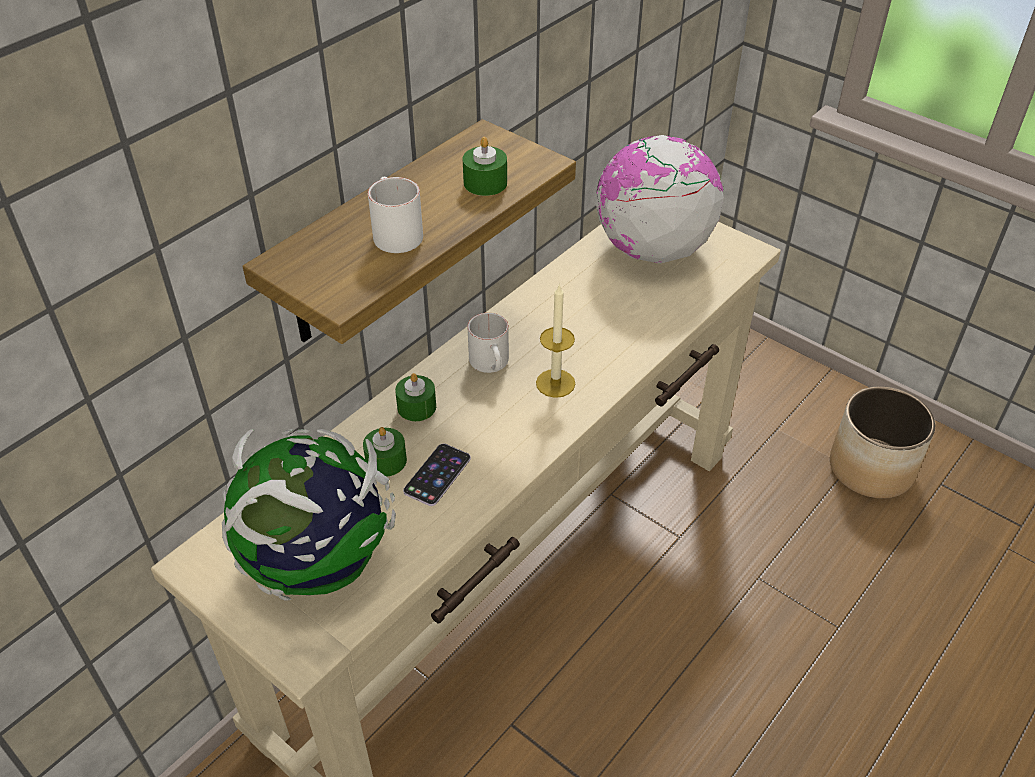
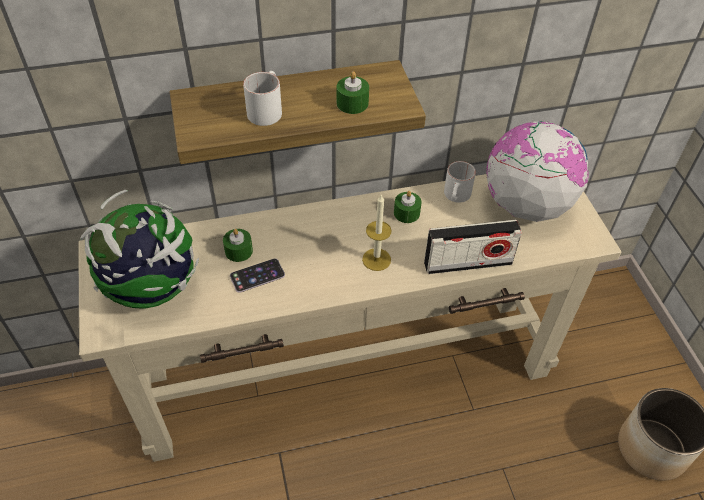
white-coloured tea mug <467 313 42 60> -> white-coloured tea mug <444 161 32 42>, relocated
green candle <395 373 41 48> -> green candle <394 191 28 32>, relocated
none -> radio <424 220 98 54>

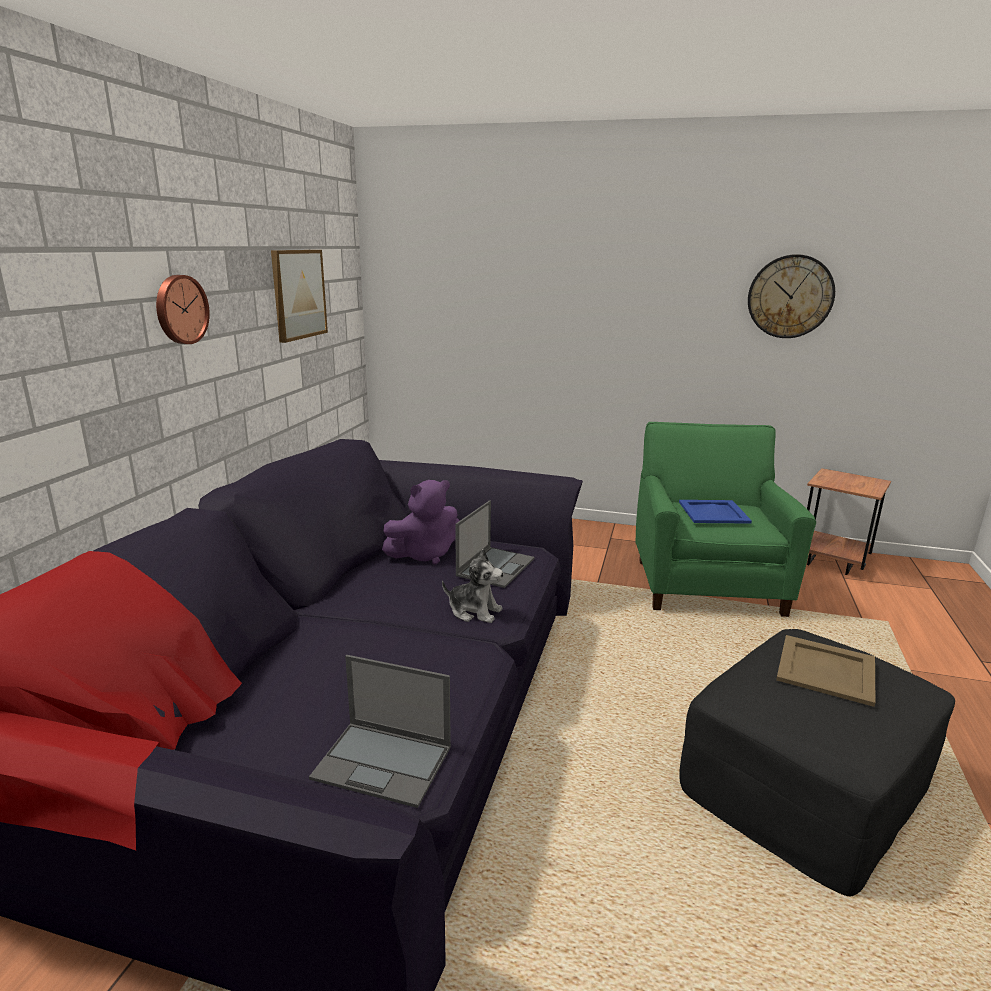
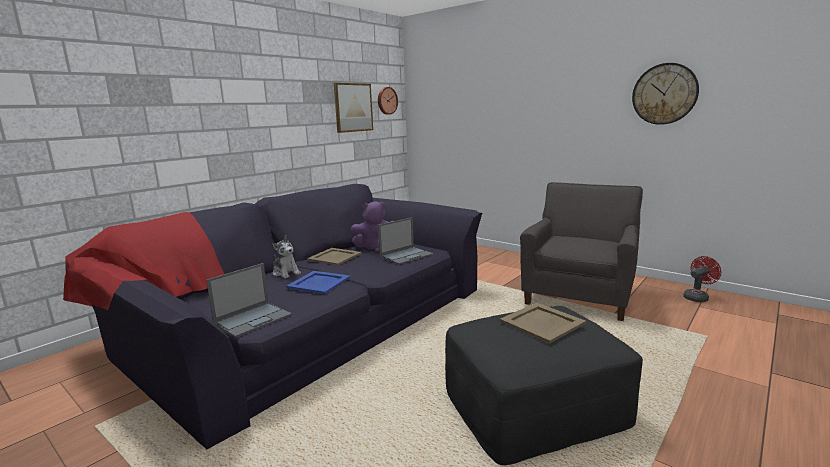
clock on the wall <156 275 54 69> -> clock on the wall <378 87 20 28>, relocated
green armchair <636 422 180 195> -> gray armchair <520 182 123 139>
brown end table <807 468 84 107> -> reddish cooling fan <683 256 38 46>
bluish tray <679 500 73 24> -> bluish tray <286 271 64 23>, relocated
cuddly toy <442 549 61 74> -> cuddly toy <272 235 29 44>, relocated
notebook computer <309 655 142 153> -> notebook computer <206 263 86 75>, 90 degrees counterclockwise
none -> sand-coloured tray <307 248 55 17>

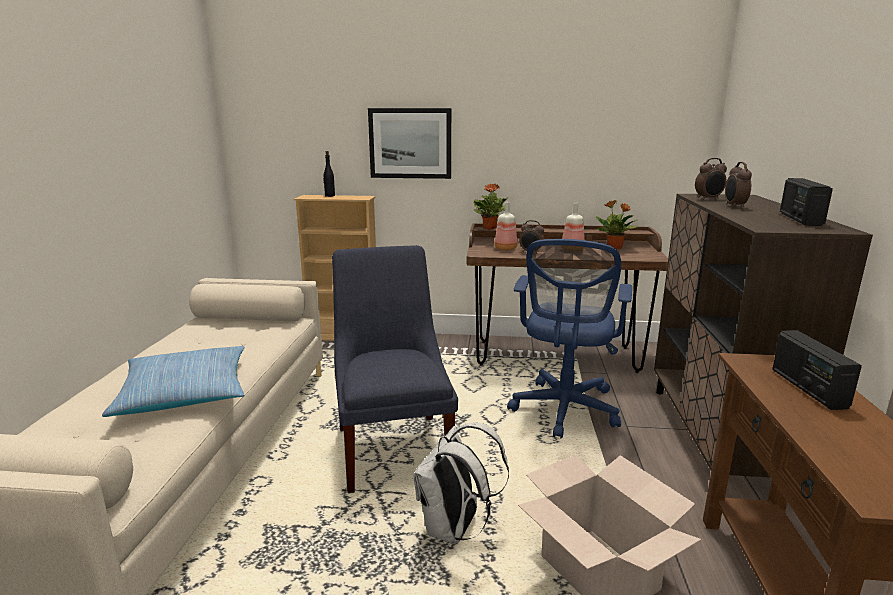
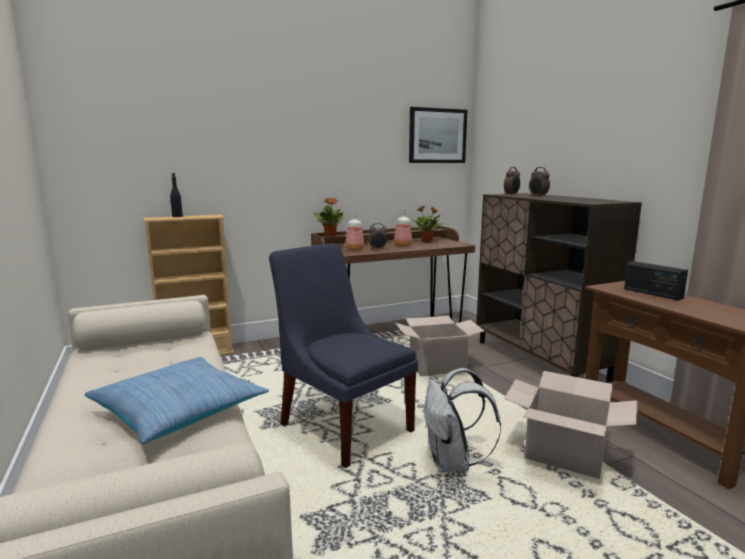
wall picture <368 108 83 71> -> wall picture <409 107 58 56>, relocated
radio <780 178 53 48> -> none
bluish desk chair <507 239 125 200> -> cardboard box <396 316 88 60>

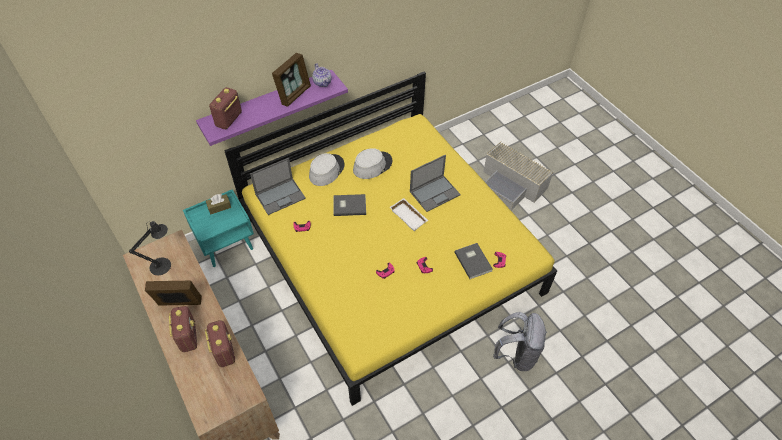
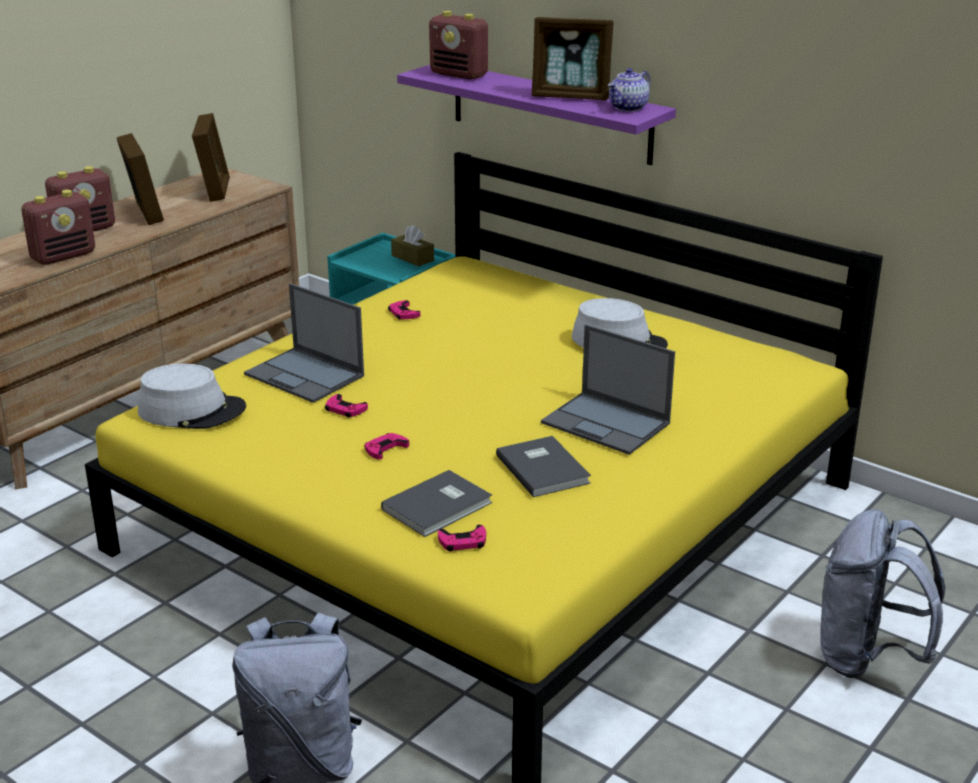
radio <209 87 33 42> -> radio <429 11 59 69>, 150 degrees counterclockwise
gray storage box <483 141 71 70> -> gray rucksack <820 509 125 169>
gray wearable hat <309 153 35 33> -> gray wearable hat <138 364 108 65>, relocated
notebook computer <250 158 56 57> -> notebook computer <244 283 120 120>, relocated
gray book <334 194 32 22> -> gray book <496 436 95 61>, relocated
white-coloured tray <390 198 38 33> -> none
blackish lamp for a table <129 221 42 54> -> picture frame <192 113 38 89>

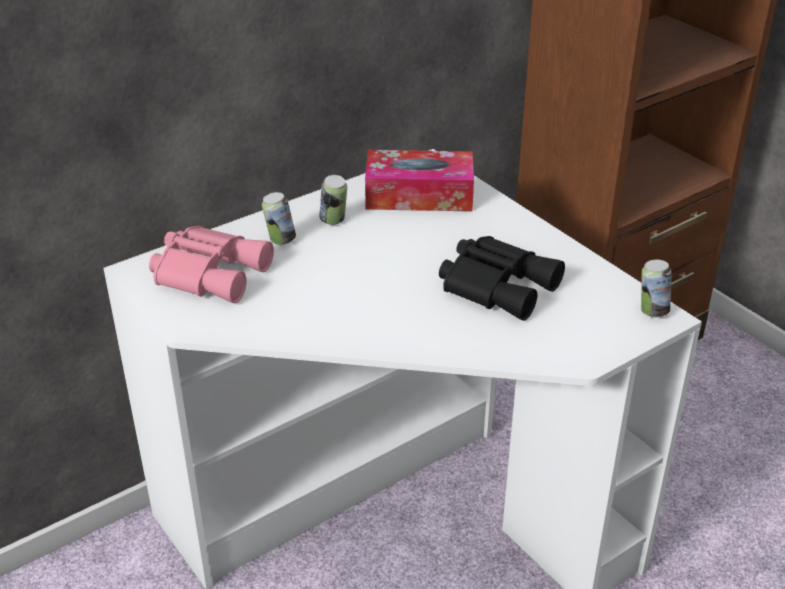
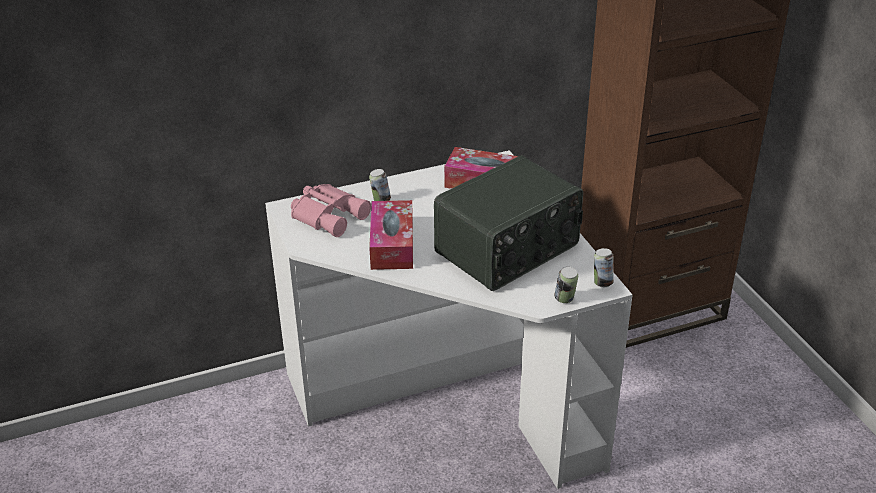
can <319 175 28 50> -> can <554 266 24 37>, relocated
blackish field glasses <439 236 126 85> -> radio <434 155 149 136>
none -> tissue holder <369 200 44 70>

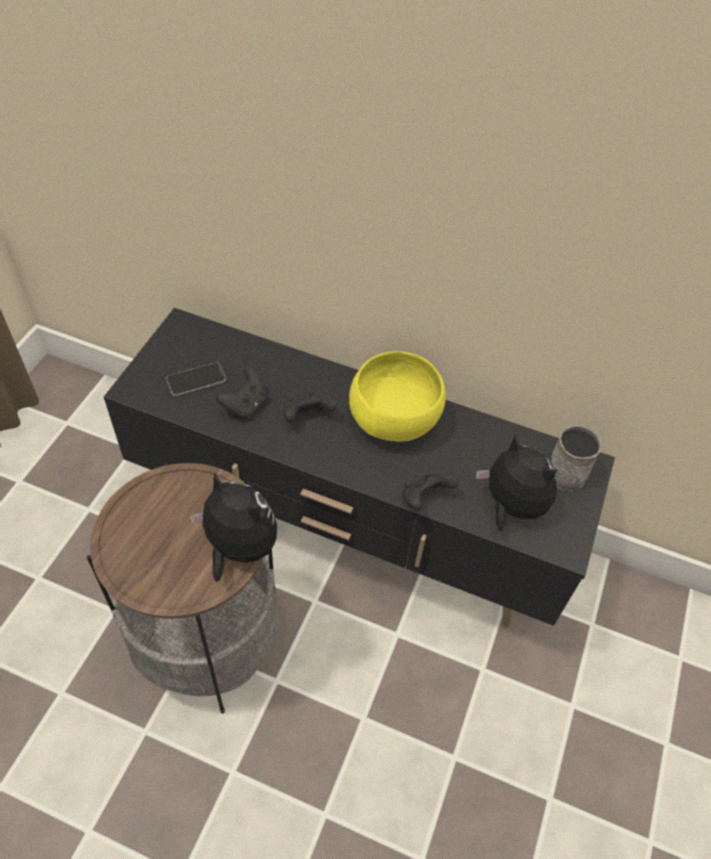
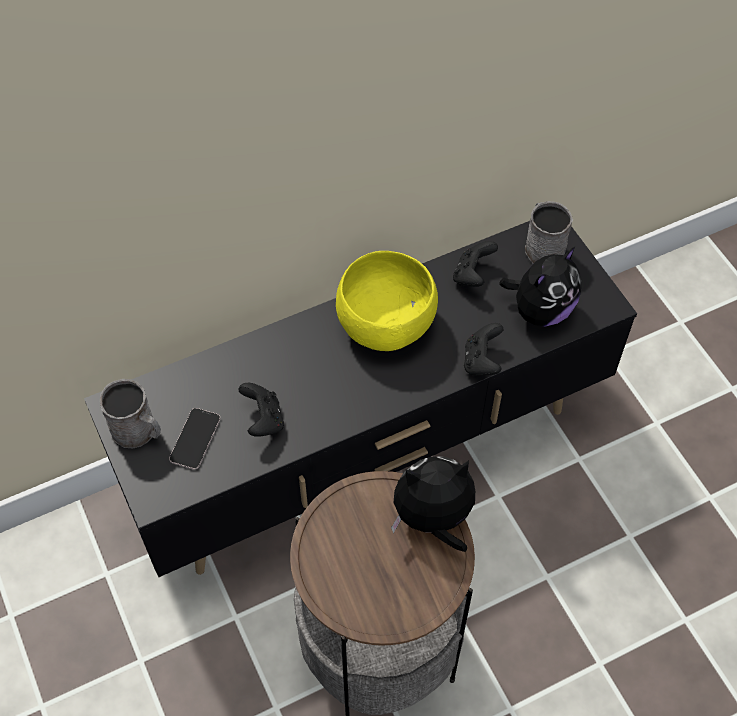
blackish joypad <283 393 54 29> -> blackish joypad <453 241 45 46>, relocated
cuddly toy <476 434 82 97> -> cuddly toy <499 246 82 81>, 135 degrees clockwise
none -> gray tea mug <100 379 61 69>

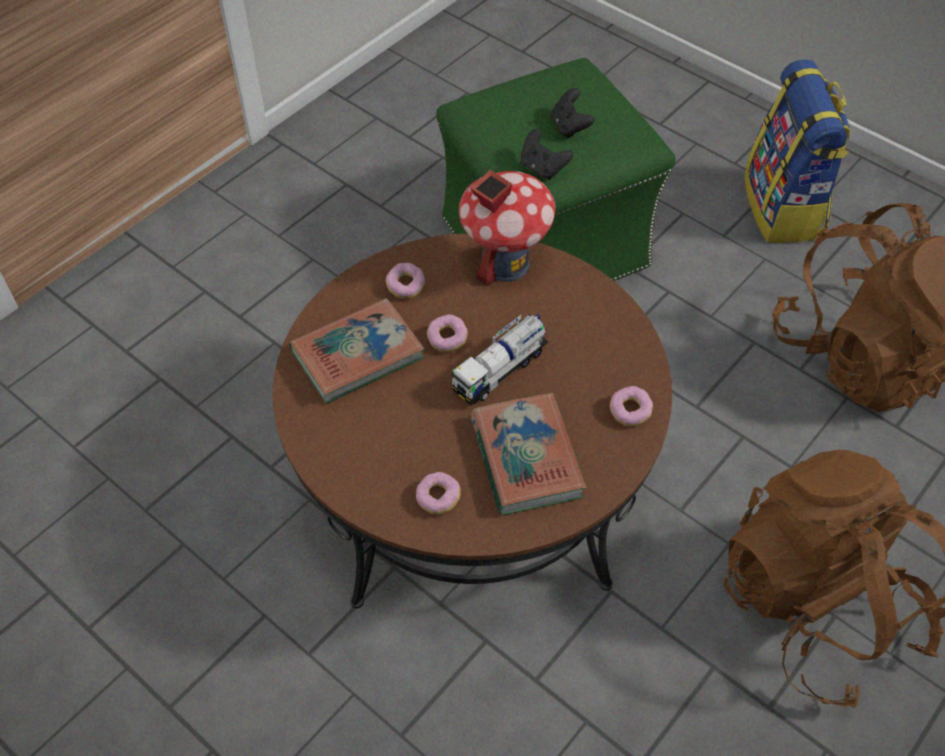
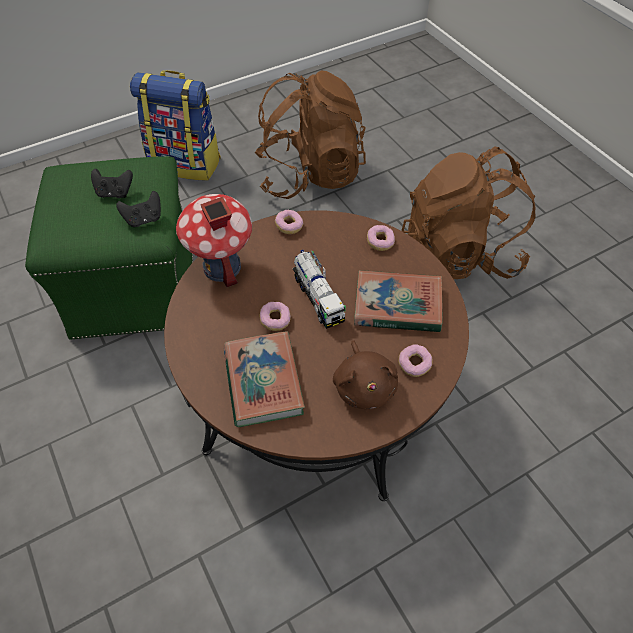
ring doughnut <386 263 39 36> -> ring doughnut <275 210 28 24>, relocated
none -> brown cuddly toy <333 340 65 70>

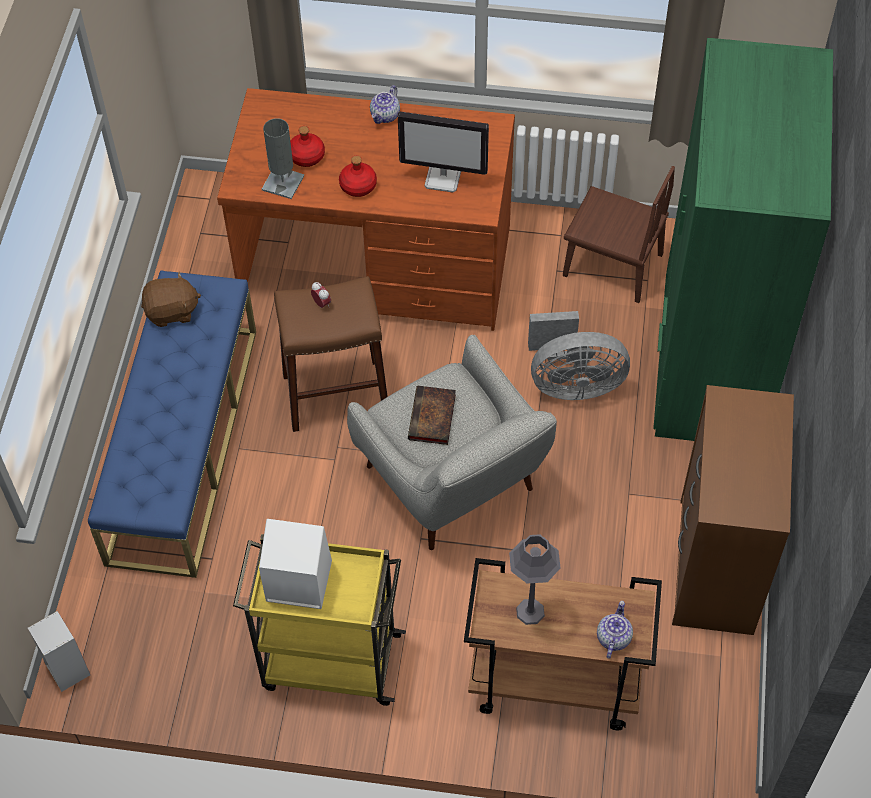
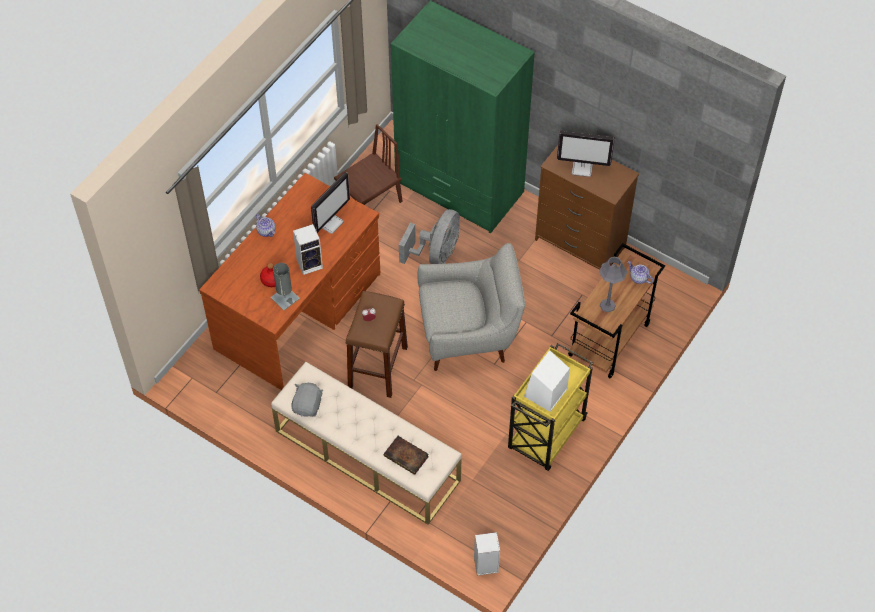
reddish beverage bottle <339 156 38 41> -> loudspeaker <293 224 30 51>
bluish long seat <88 270 168 308> -> sand-coloured long seat <271 362 191 163>
brown cuddly toy <141 272 60 55> -> gray cuddly toy <291 383 32 34>
book <408 386 48 59> -> book <384 436 45 39>, relocated
none -> monitor <557 131 58 46>

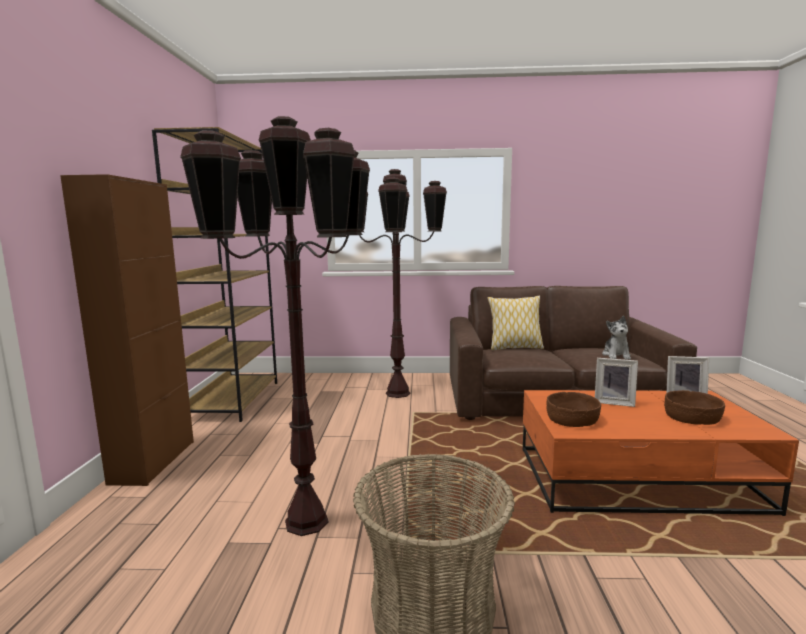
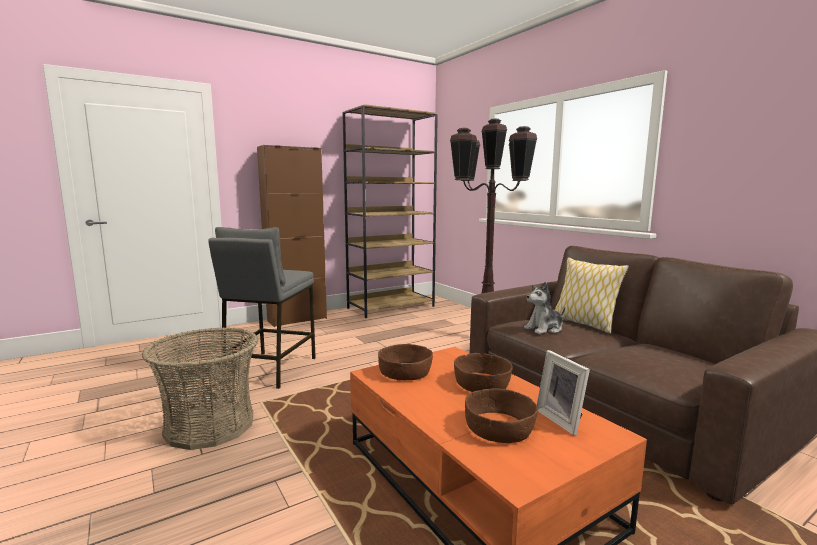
brown standing lamp <180 116 190 420> -> gray sitting stool <208 227 108 162>
cuddly toy <602 316 29 44> -> cuddly toy <524 282 41 52>, relocated
picture frame <595 358 43 49> -> brown deep dish <454 353 59 39>

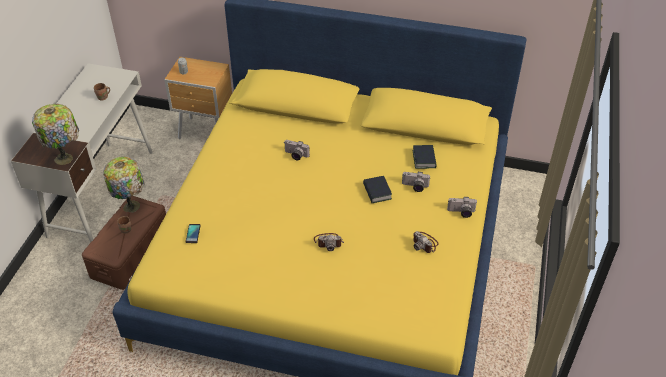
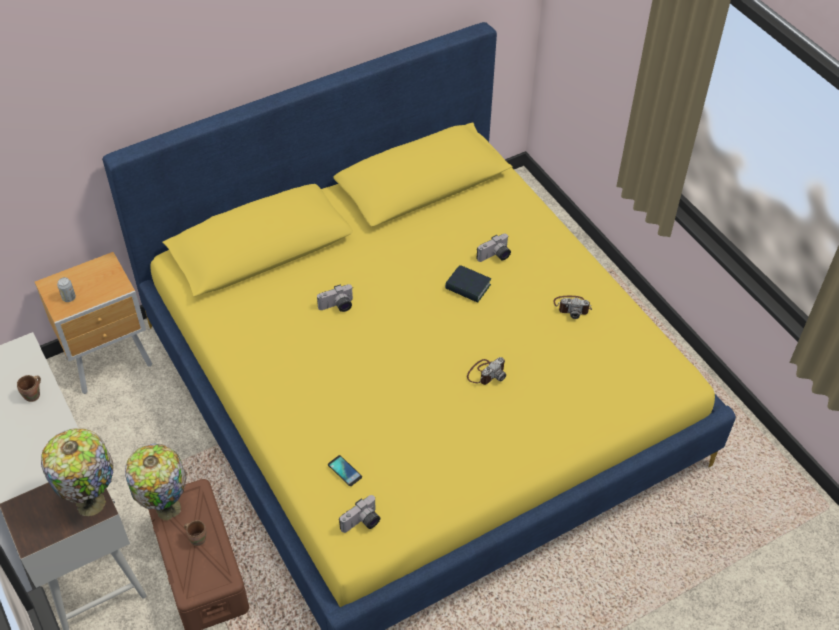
book <412 145 25 24> -> none
still camera <447 197 31 21> -> still camera <339 495 41 38>, relocated

